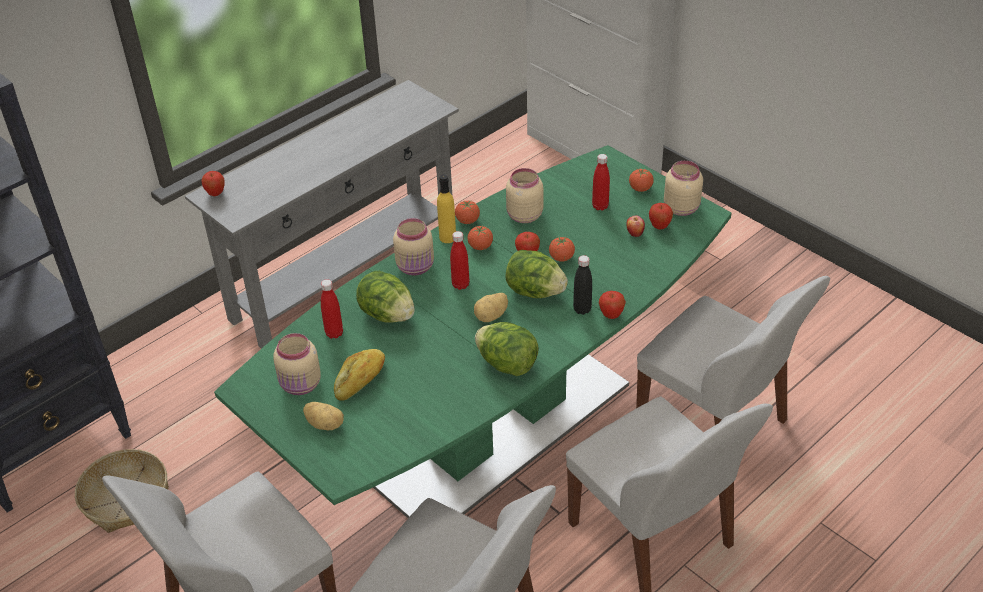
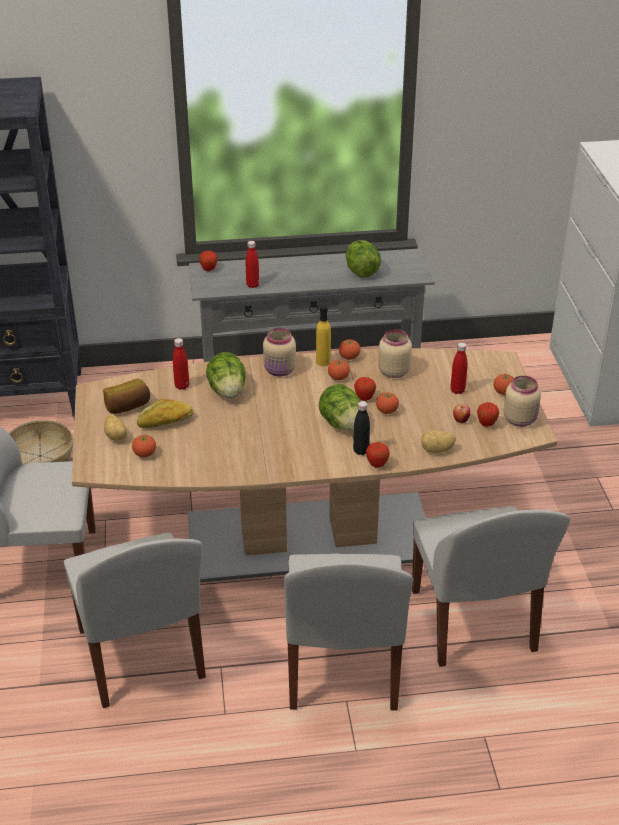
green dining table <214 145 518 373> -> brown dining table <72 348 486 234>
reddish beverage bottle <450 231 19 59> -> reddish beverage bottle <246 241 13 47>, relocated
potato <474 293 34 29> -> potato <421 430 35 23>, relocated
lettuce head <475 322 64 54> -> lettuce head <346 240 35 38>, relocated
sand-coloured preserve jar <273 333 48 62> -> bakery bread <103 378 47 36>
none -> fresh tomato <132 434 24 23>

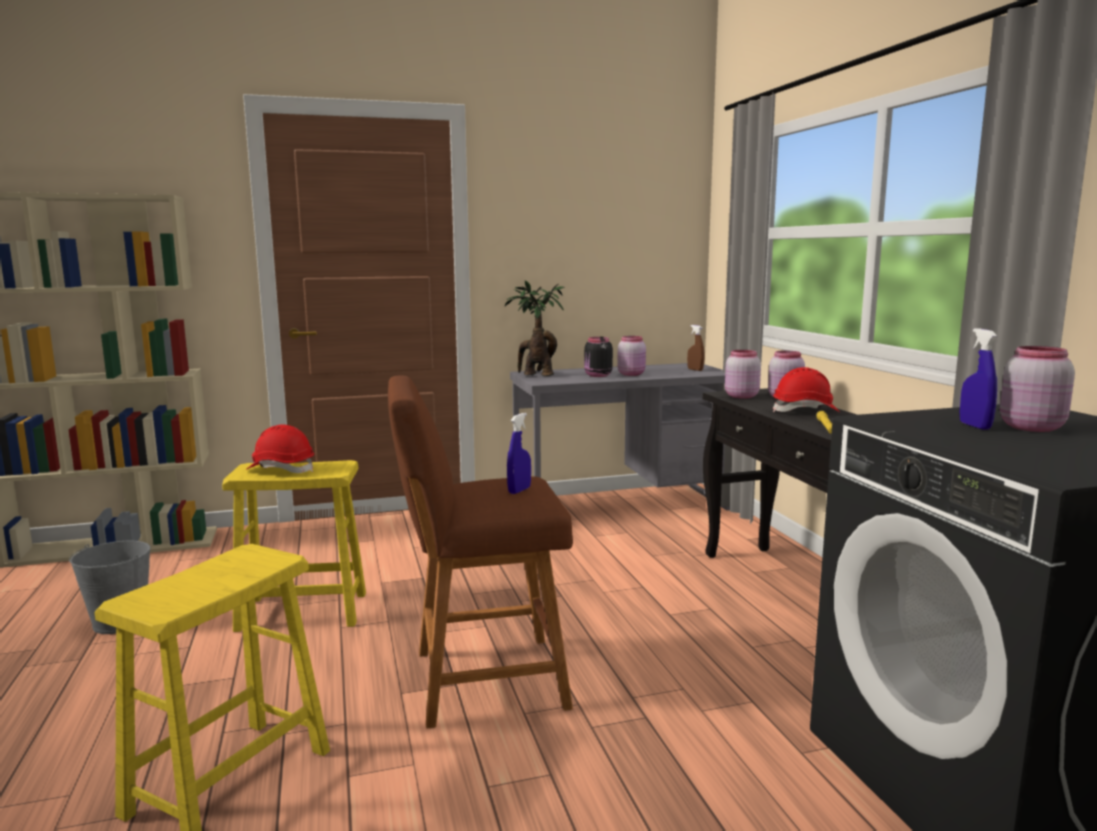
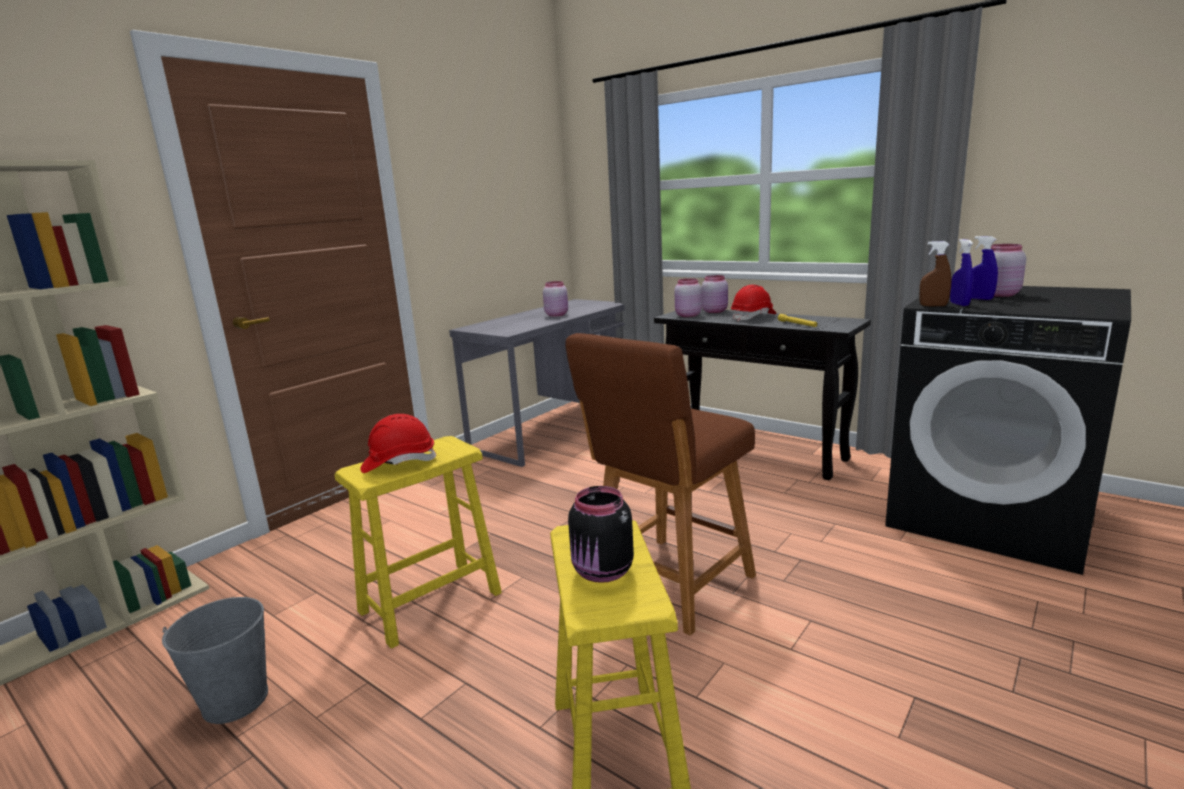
houseplant <505 280 60 96> -> none
brown spray bottle <687 325 17 46> -> brown spray bottle <919 241 32 65>, relocated
blackish preserve jar <584 337 29 40> -> blackish preserve jar <568 486 66 97>, relocated
bluish spray bottle <507 413 24 81> -> bluish spray bottle <950 239 23 67>, relocated

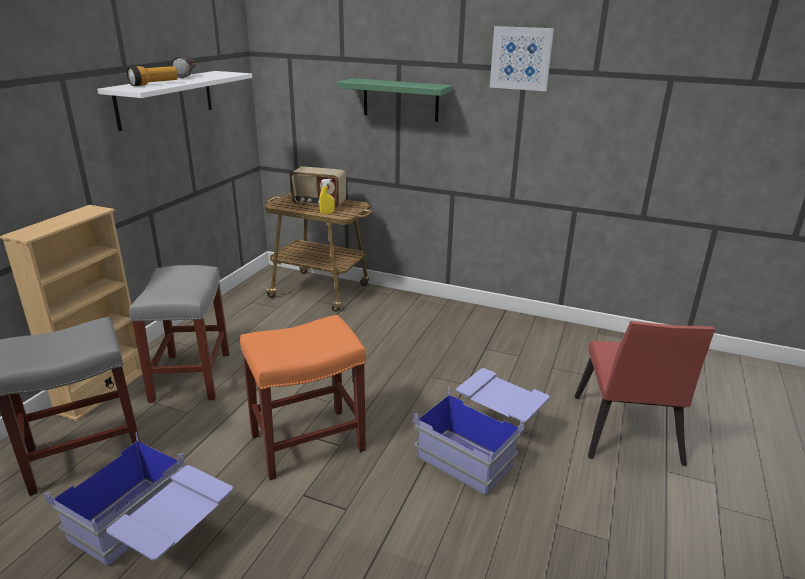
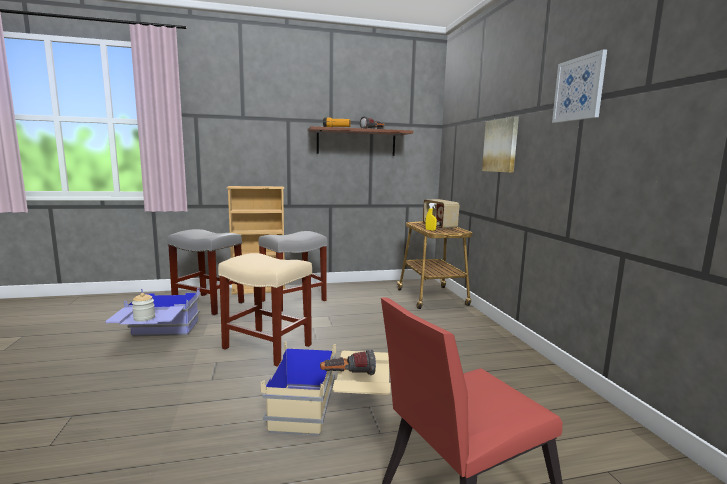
white-coloured shelf <97 71 155 60> -> brown shelf <308 126 105 30>
green shelf <337 78 116 44> -> wall picture <482 116 37 56>
orange-coloured sitting stool <240 315 126 165> -> sand-coloured sitting stool <218 253 94 114>
bluish storage box <413 368 137 128> -> sand-coloured storage box <260 342 131 94>
none -> preserve jar <132 293 23 29>
none -> torch <320 349 56 26>

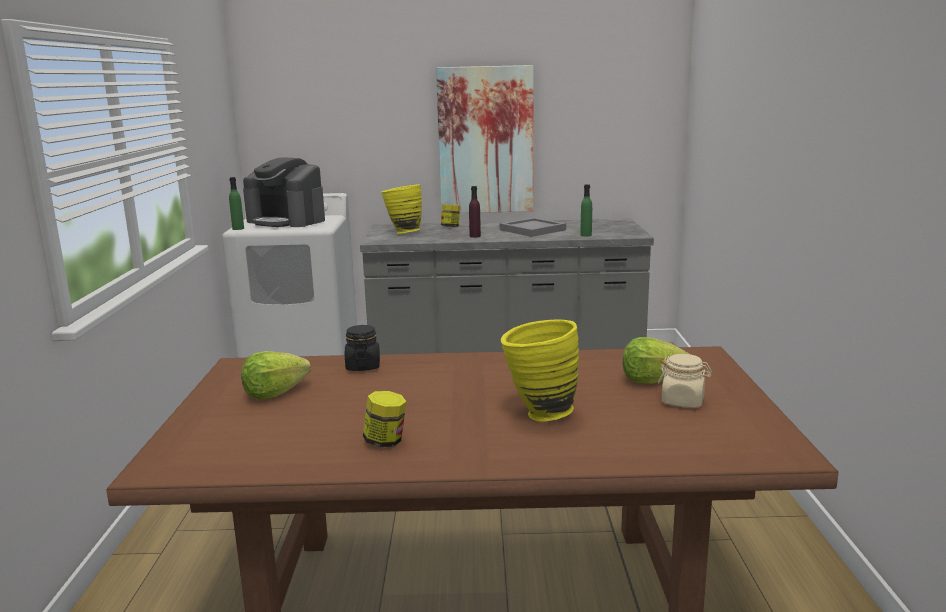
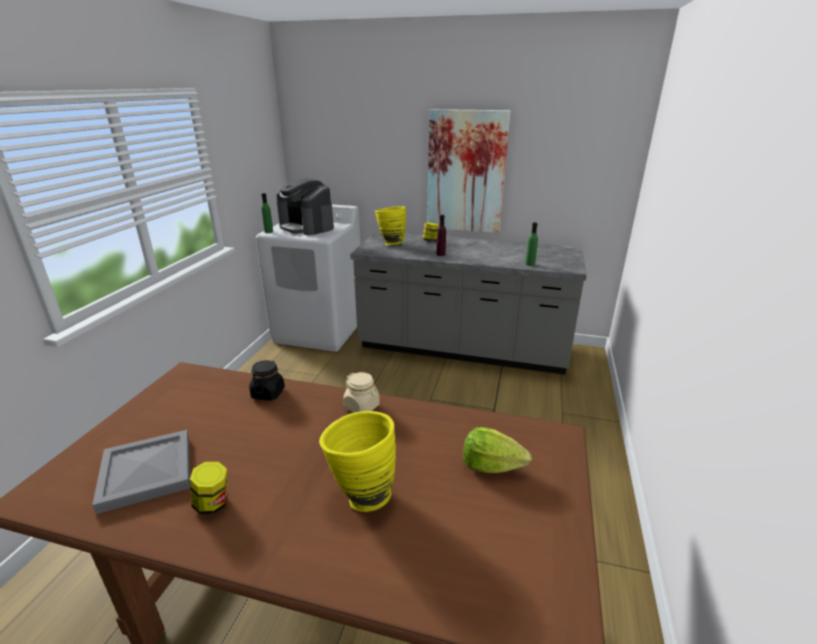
gray tray <500 218 66 19> -> gray tray <92 430 98 84>, relocated
lettuce head <241 351 70 48> -> none
sand-coloured preserve jar <658 354 54 54> -> sand-coloured preserve jar <344 372 36 41>, relocated

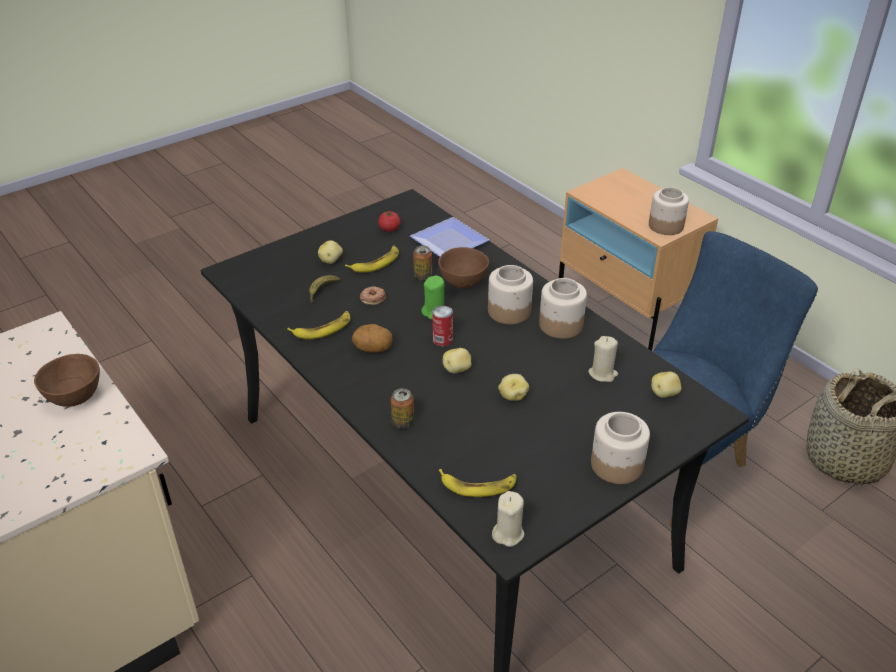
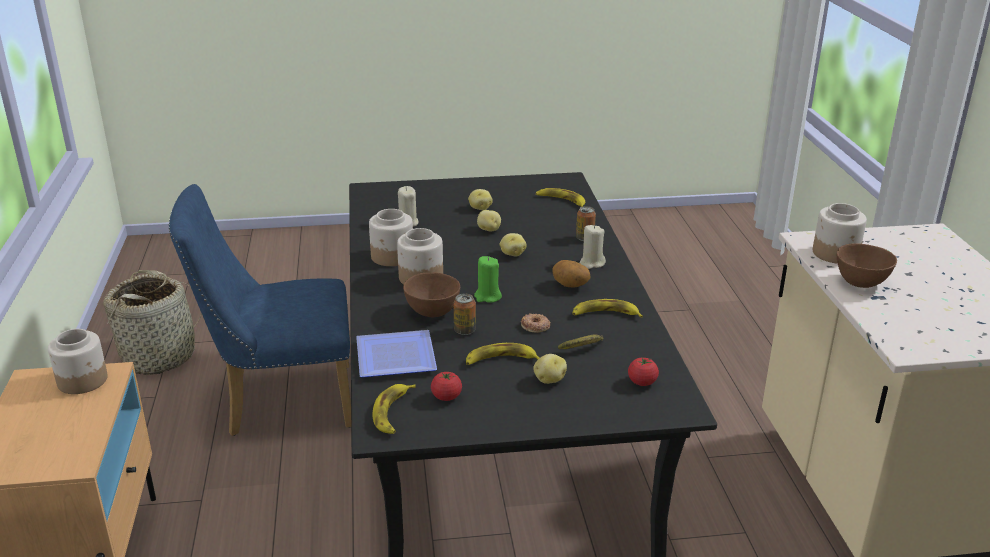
can <432 306 21 40> -> none
potato <651 372 31 26> -> potato <468 189 25 21>, relocated
preserve jar <591 412 59 72> -> preserve jar <813 203 54 61>, relocated
sand-coloured candle <492 491 32 56> -> sand-coloured candle <580 225 26 44>, relocated
none -> fresh tomato <628 358 31 28>
none -> whole banana <372 384 44 50>

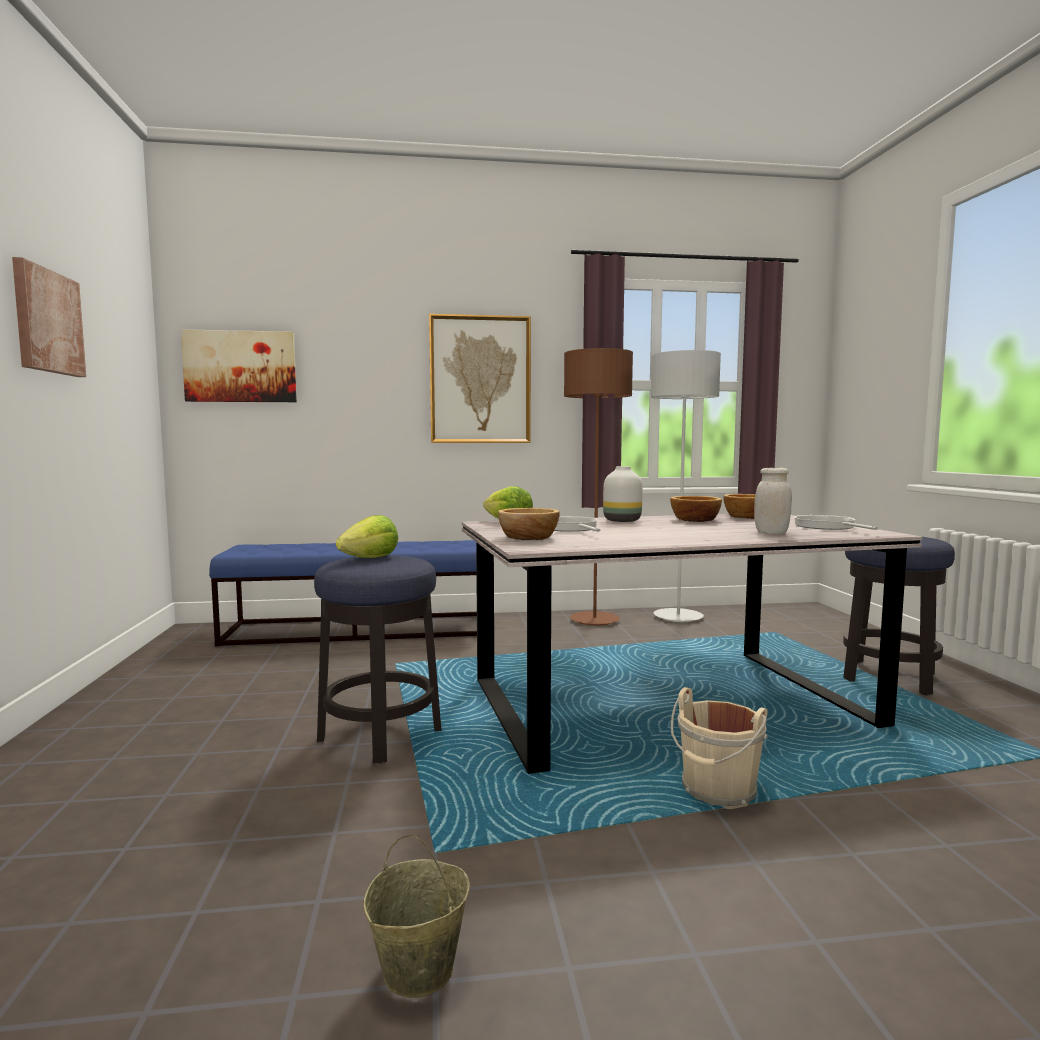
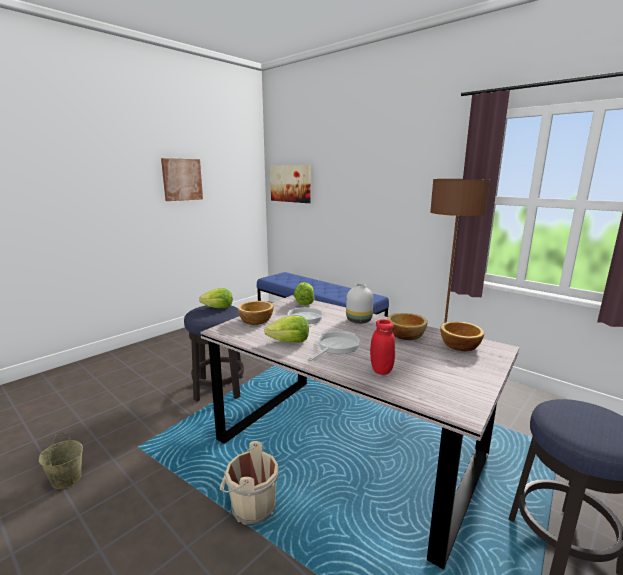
wall picture <429 314 102 129> -> none
gray standing lamp <651 350 70 272> -> none
white-coloured preserve jar <754 468 38 66> -> reddish preserve jar <370 319 25 56>
skillet <794 515 84 15> -> skillet <308 331 52 31>, relocated
none -> lettuce head <264 315 45 28>

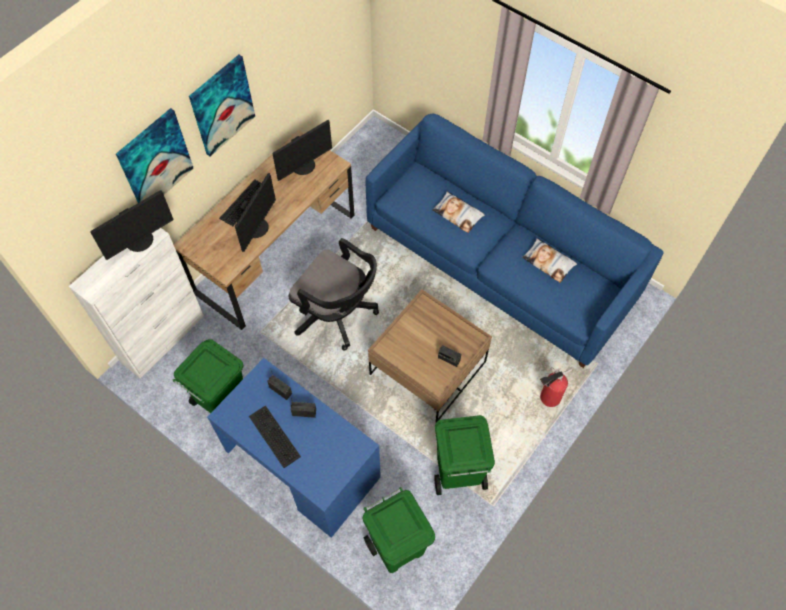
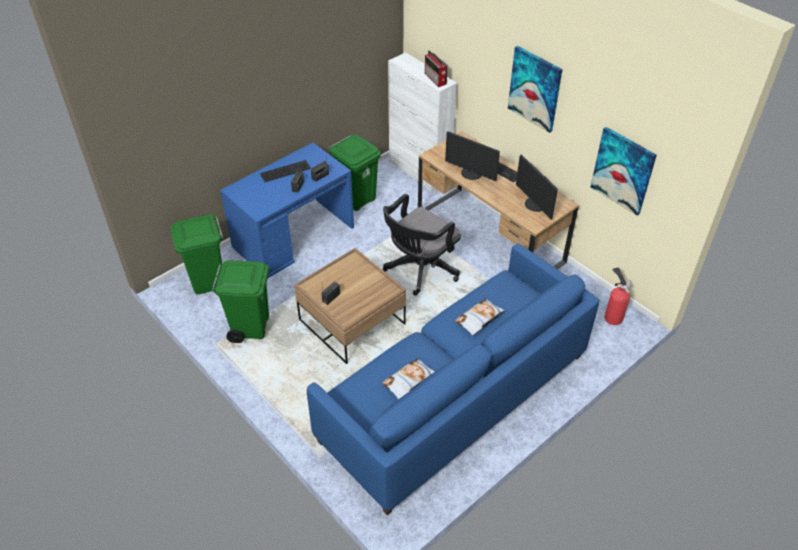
wall picture <116 108 78 95> -> wall picture <591 127 66 89>, relocated
monitor <90 190 83 70> -> radio <425 50 23 37>
fire extinguisher <540 367 32 40> -> fire extinguisher <604 267 28 58>, relocated

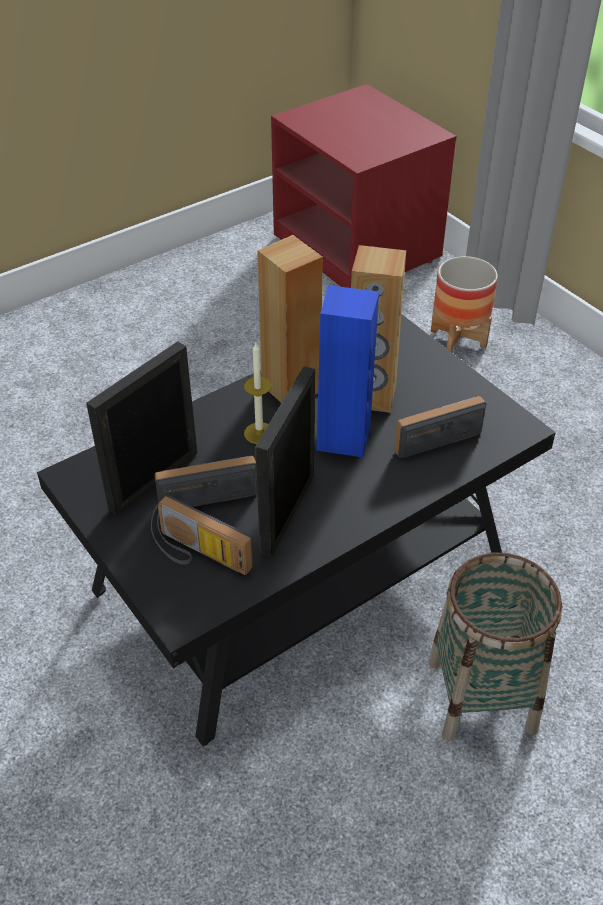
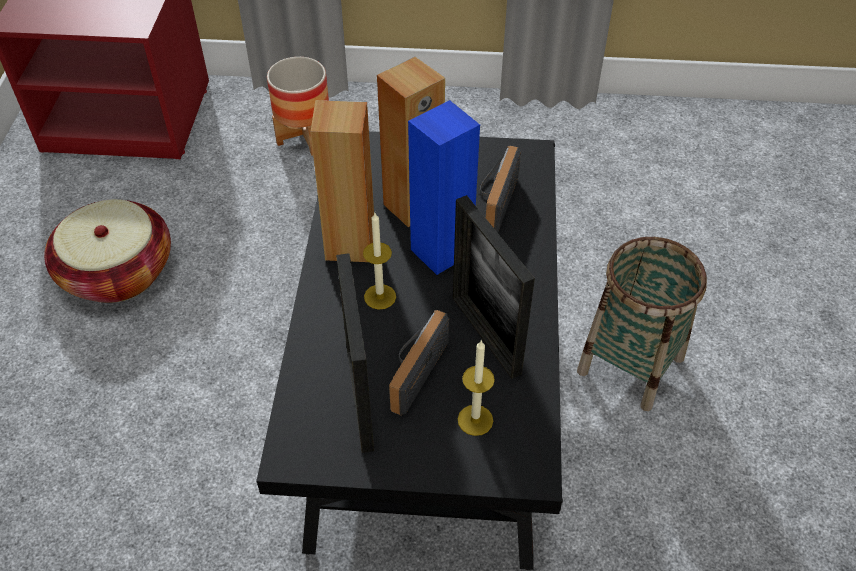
radio <151 495 102 80> -> candle <458 340 37 96>
none -> storage basket <44 199 127 104>

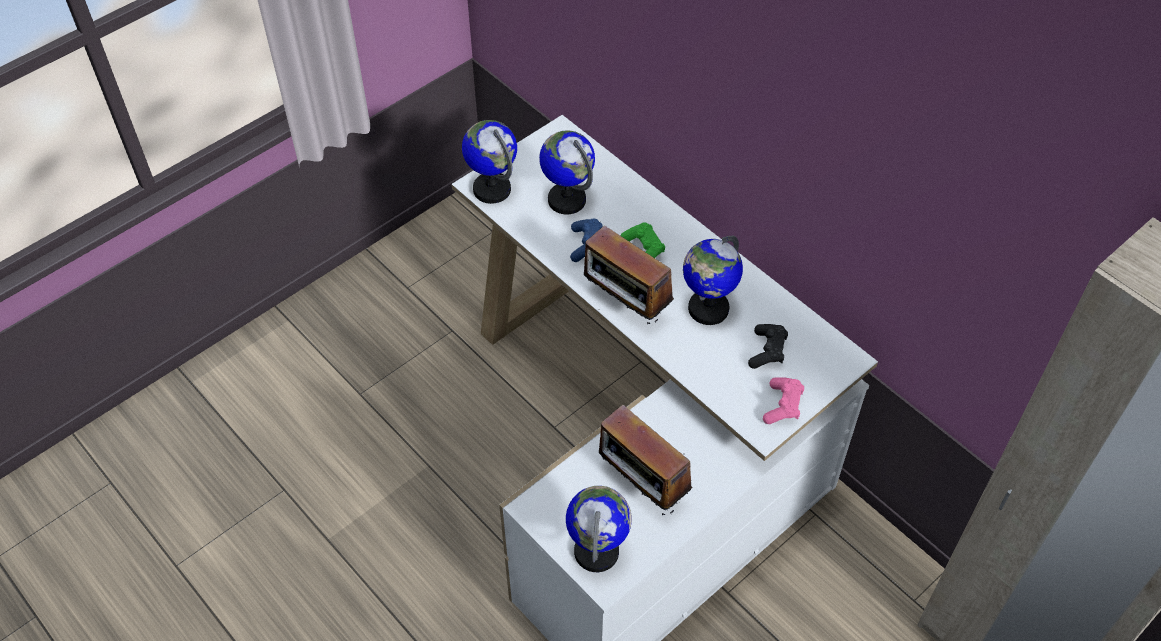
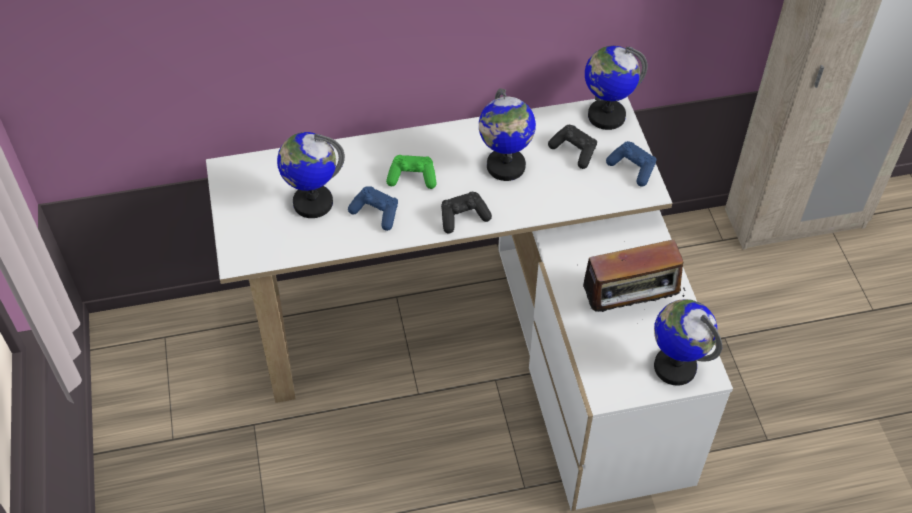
desk globe <462 120 55 84> -> desk globe <585 46 63 84>, relocated
radio <584 225 90 99> -> blackish joypad <441 192 51 42>
pink joypad <763 378 41 46> -> bluish joypad <606 141 50 46>

